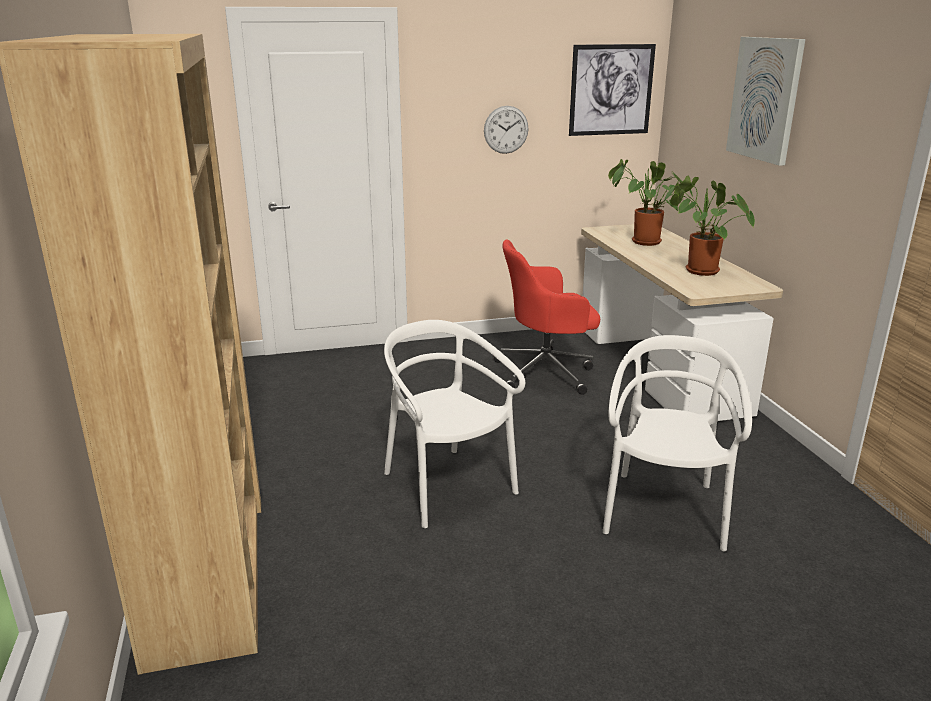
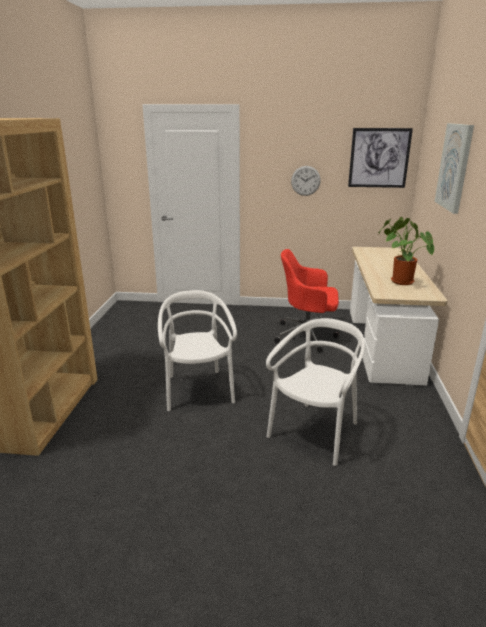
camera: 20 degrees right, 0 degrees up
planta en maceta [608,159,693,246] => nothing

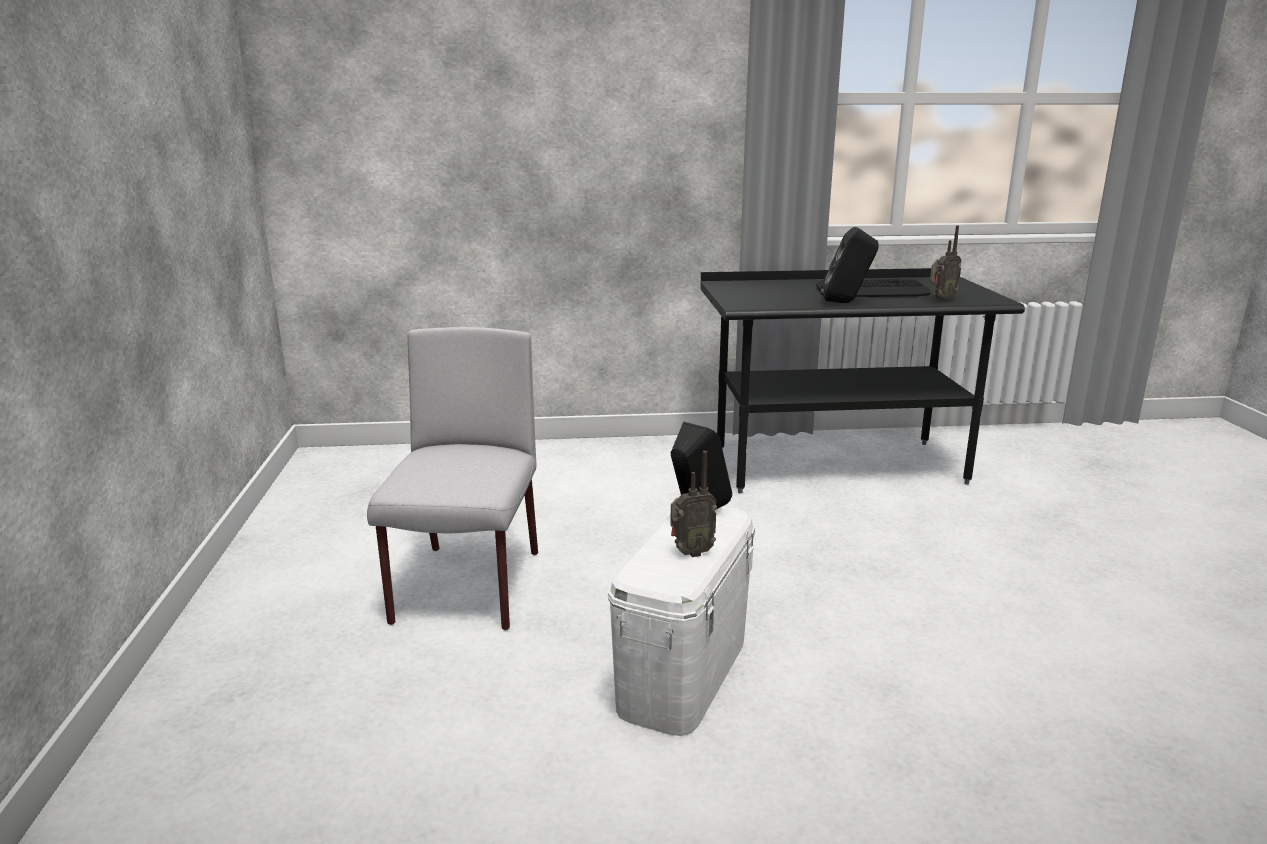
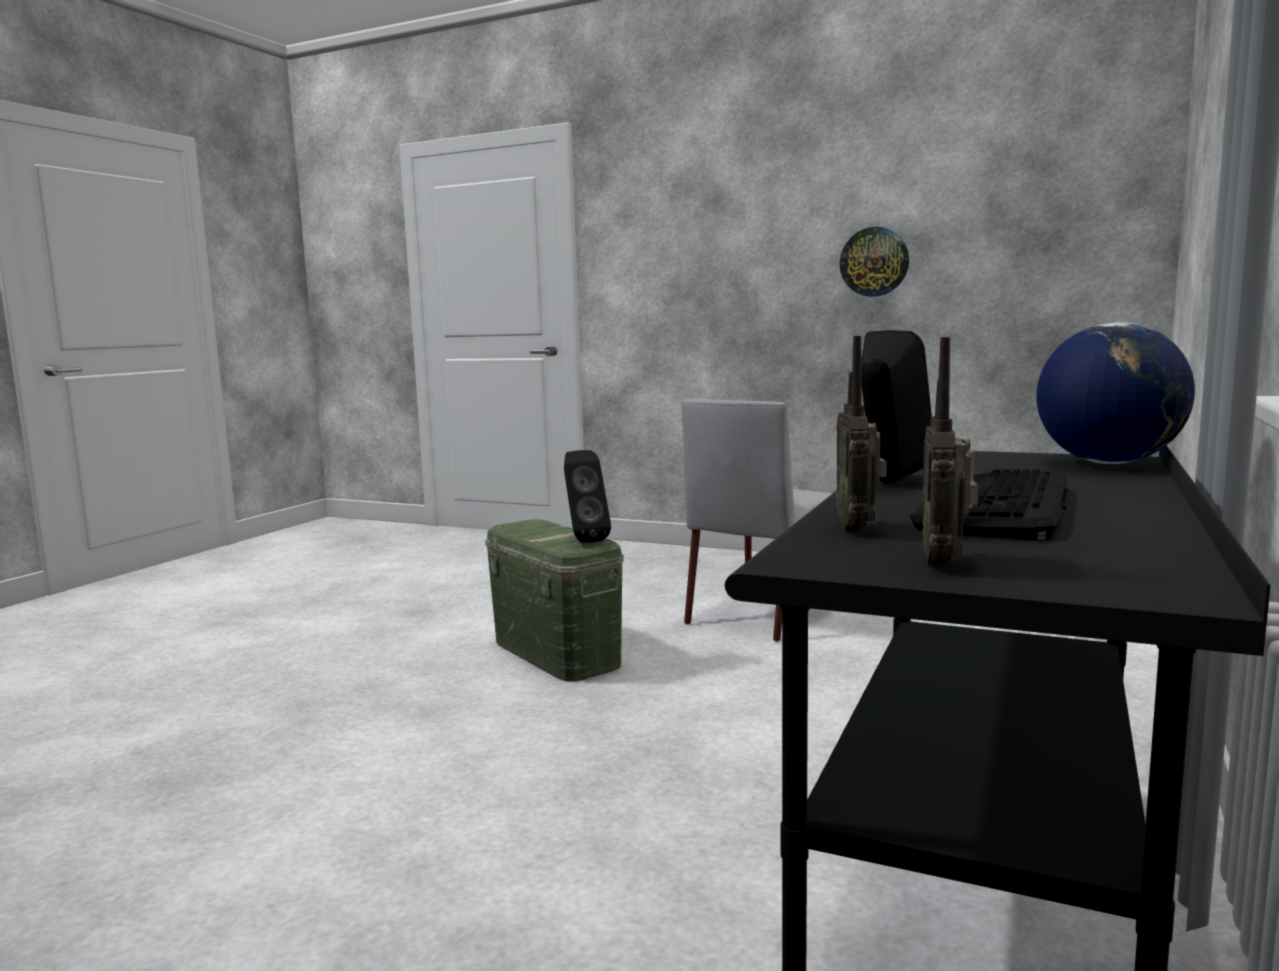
camera: 120 degrees right, 10 degrees down
caja de almacenaje [blanco] [608,506,755,736] => caja de almacenaje [verde] [485,519,624,682]
silla [gris] [367,327,538,630] => silla [gris] [681,399,831,642], 90 degrees clockwise
nothing => reloj de pared [840,227,909,297]
radio [670,451,717,557] => radio [923,337,979,565], move
nothing => globo terráqueo [1036,322,1195,464]

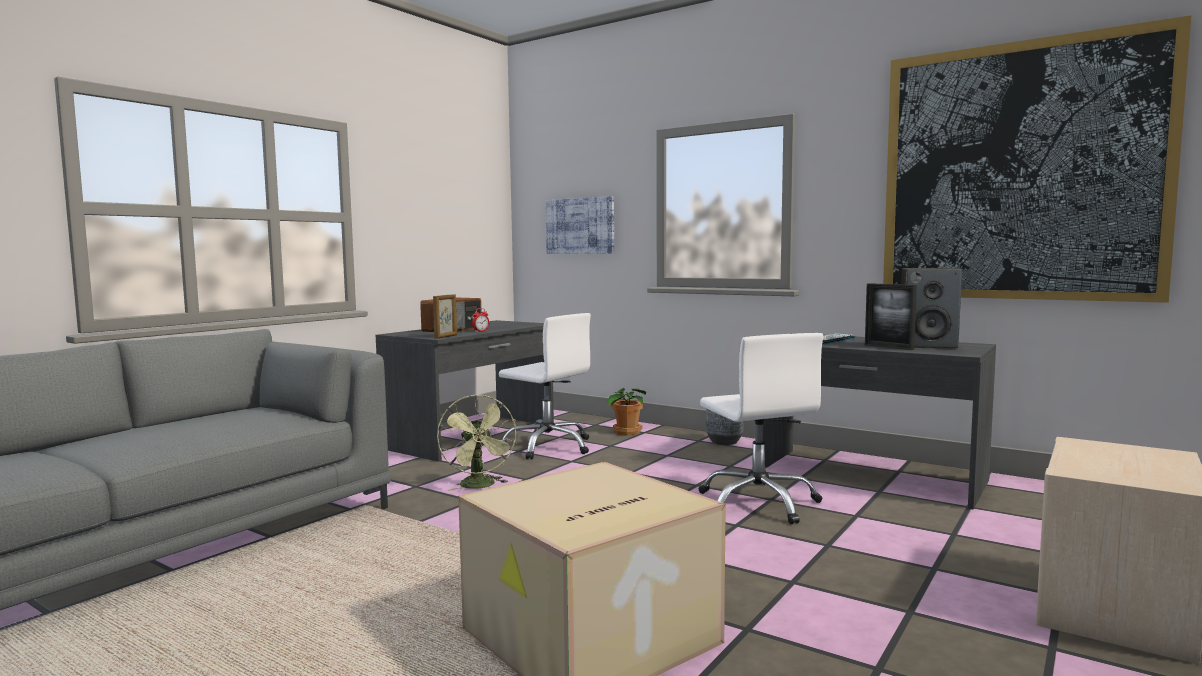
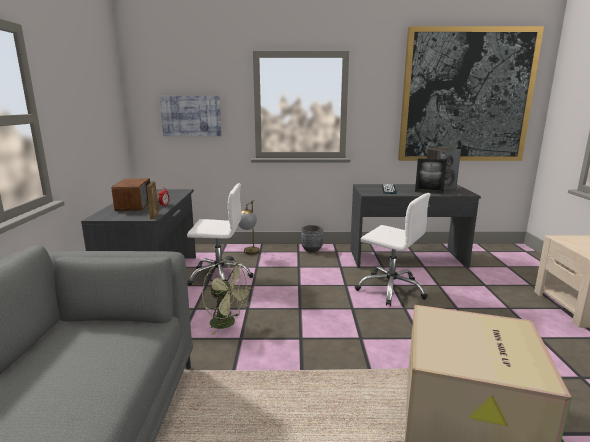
camera: 35 degrees left, 10 degrees up
planta en maceta [607,388,646,435] => lámpara de mesa [238,200,260,255]

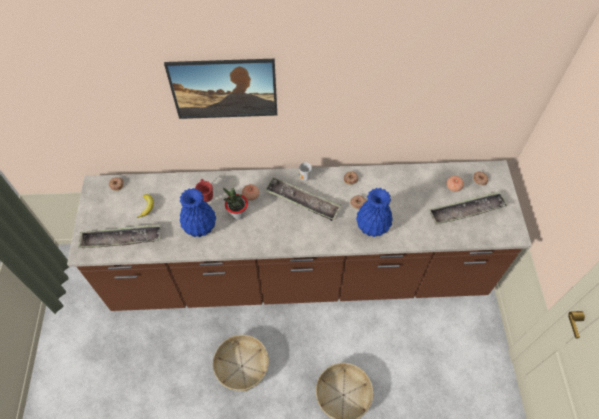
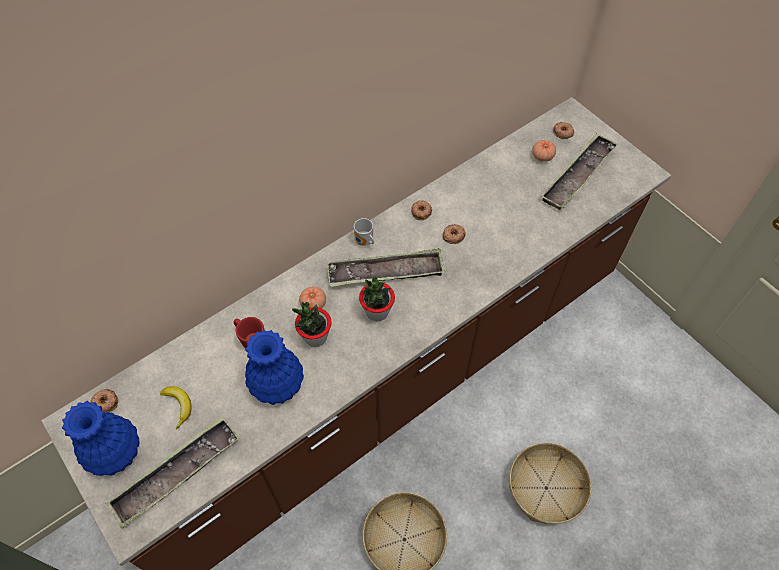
camera: 35 degrees left, 0 degrees up
florero [azul] [356,188,393,237] => florero [azul] [62,401,139,476], move
nothing => planta en maceta [359,276,395,321]
cuadro [164,59,277,119] => nothing

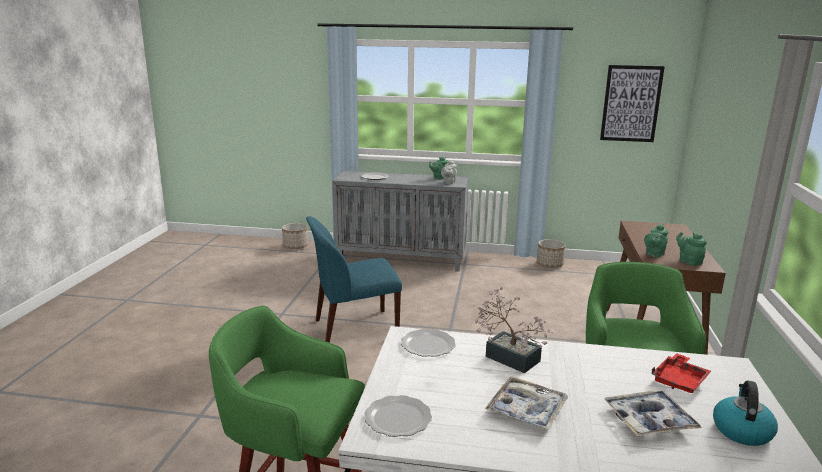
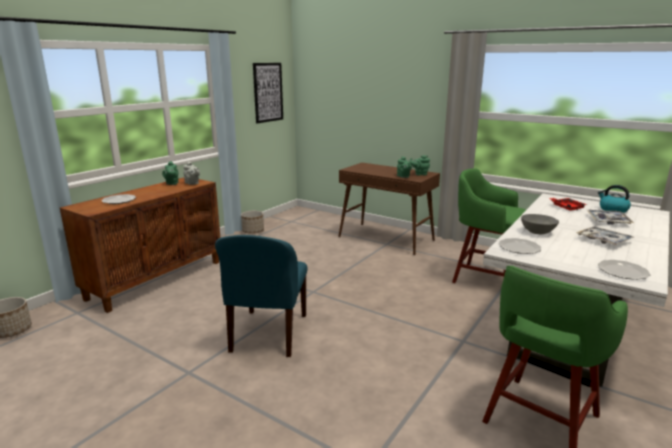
camera: 65 degrees left, 0 degrees up
armario [gris] [332,171,469,272] => armario [marrón] [60,177,220,313]
planta en maceta [473,287,553,373] => cuenco [gris] [521,214,559,234]

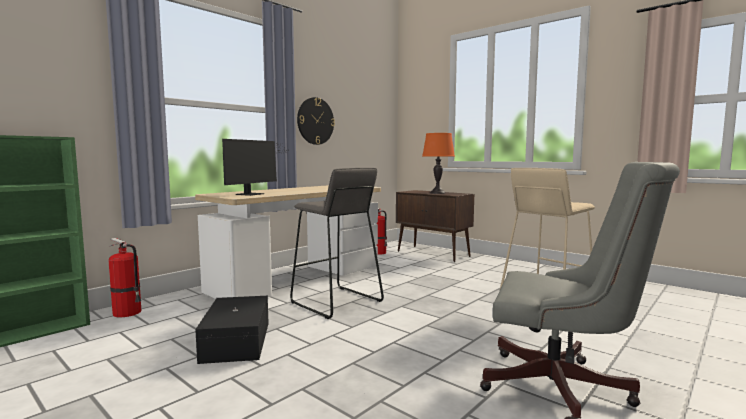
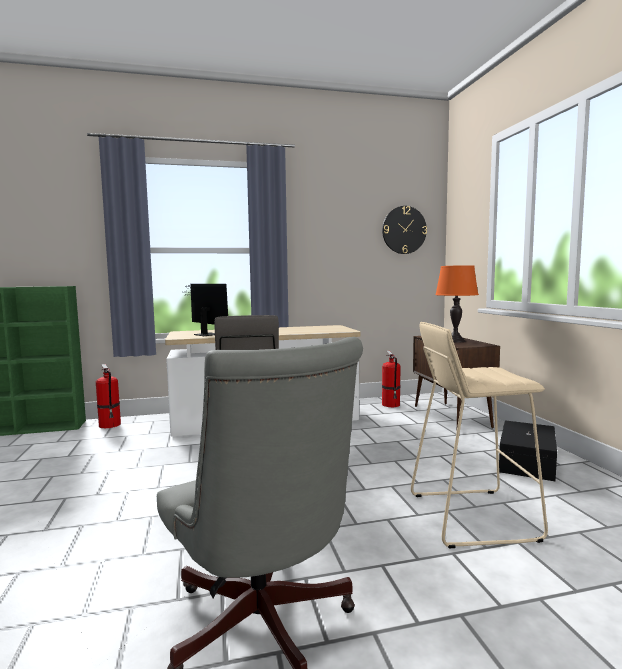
camera: 35 degrees right, 0 degrees up
monitor [222,139,285,196] => monitor [181,284,228,336], 105 degrees counterclockwise
reloj de pared [297,97,335,145] => reloj de pared [382,206,427,254], move
caja de almacenaje [negro] [195,296,269,364] => caja de almacenaje [negro] [499,420,557,481], move

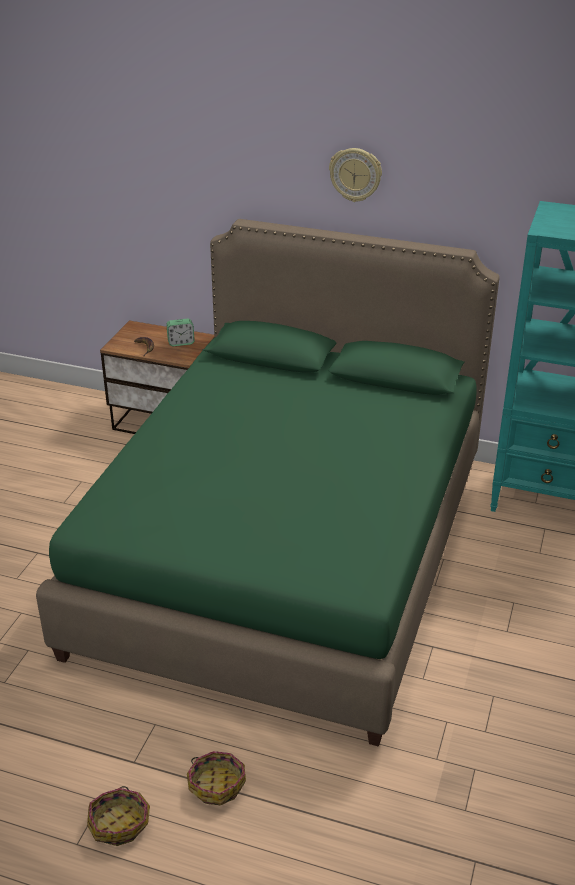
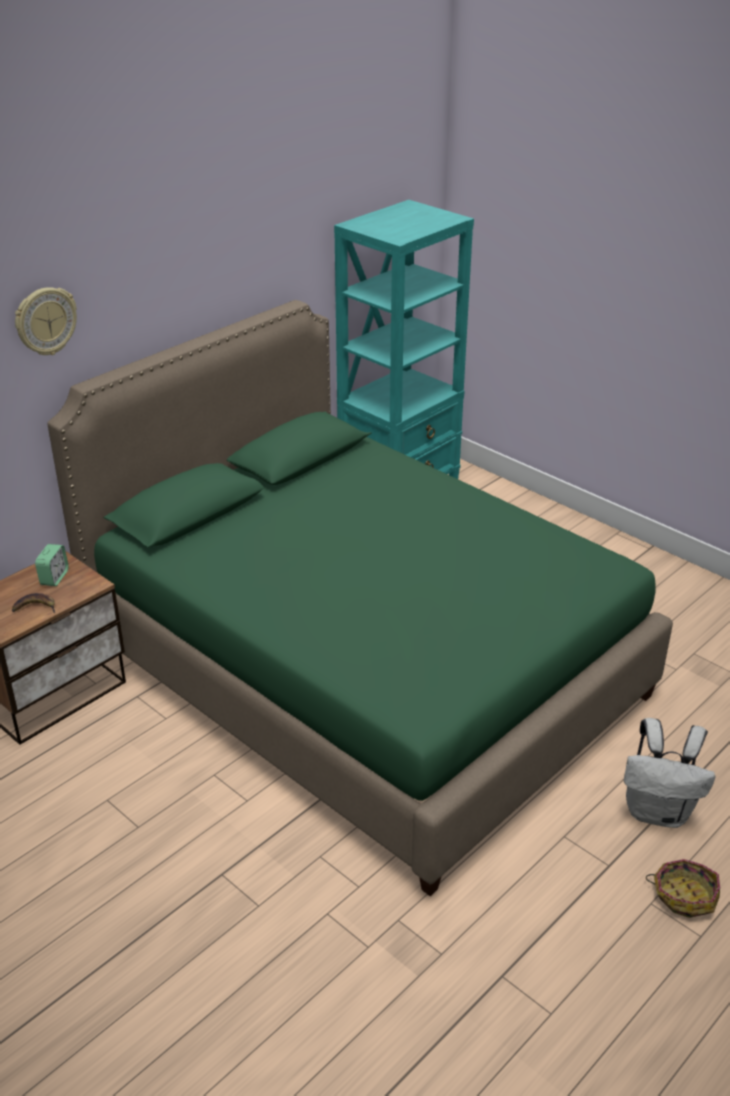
camera: 65 degrees left, 0 degrees up
reloj de pared [329,148,382,202] => reloj de pared [15,287,77,355], move
cesta [187,751,246,805] => mochila [blanco] [624,718,715,828]

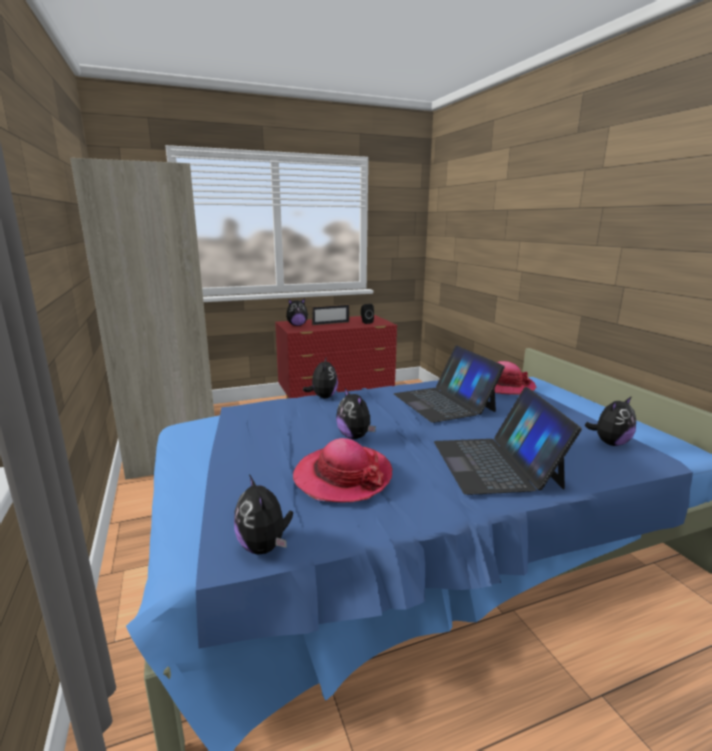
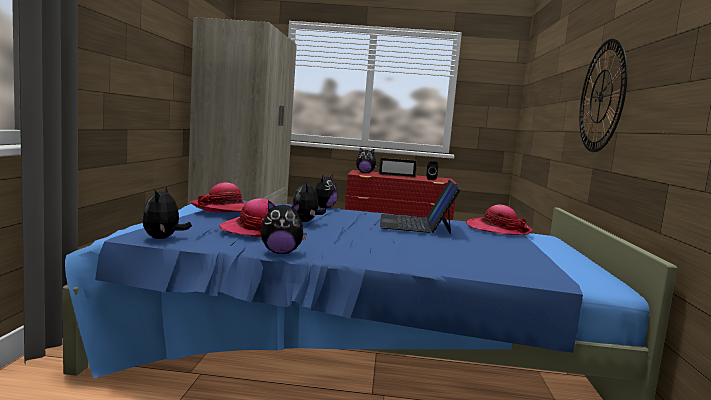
camera: 25 degrees right, 10 degrees down
nothing => sombrero [190,182,246,213]
peluche [585,396,636,446] => peluche [261,200,307,254], move
nothing => reloj de pared [579,39,628,152]
portátil [434,387,582,495] => nothing

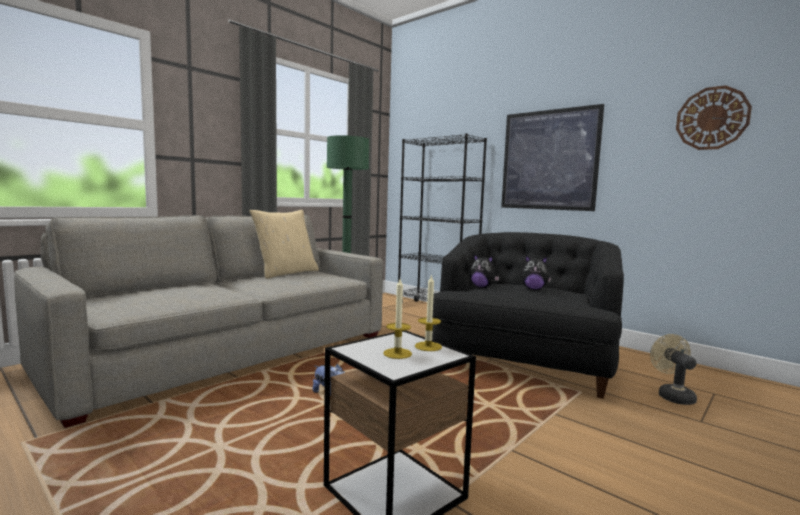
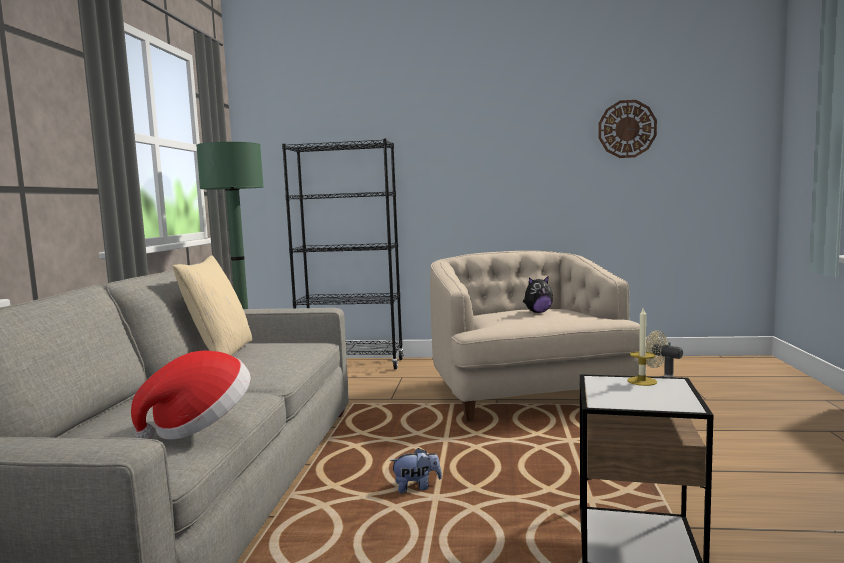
camera: 35 degrees left, 0 degrees up
nothing => sombrero [131,350,251,440]
sillón [negro] [432,232,624,399] => sillón [beis] [430,251,640,422]
vela [383,279,412,359] => nothing
peluche [470,254,500,288] => nothing
cuadro [501,104,604,211] => nothing

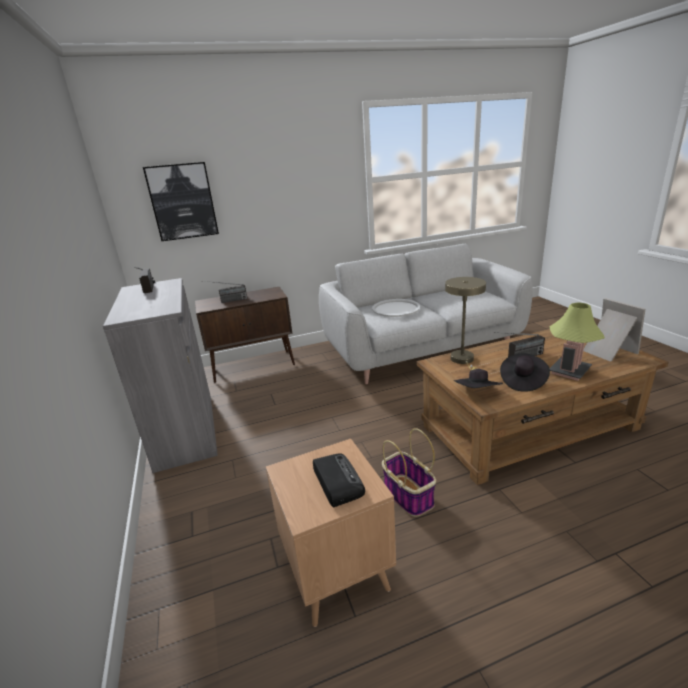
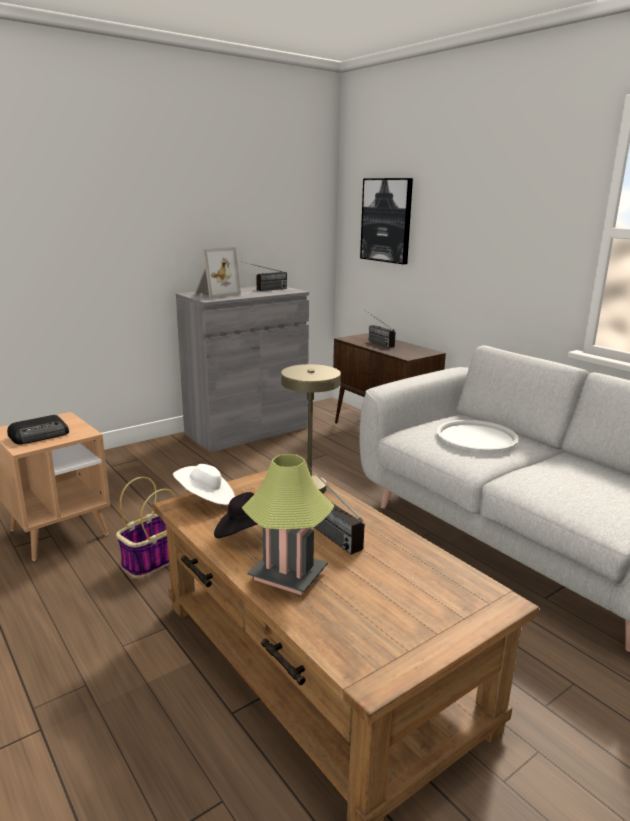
camera: 70 degrees right, 5 degrees down
sombrero [negro] [454,369,503,388] => sombrero [blanco] [173,464,235,505]
portarretratos [583,298,646,362] => portarretratos [195,247,241,298], move

